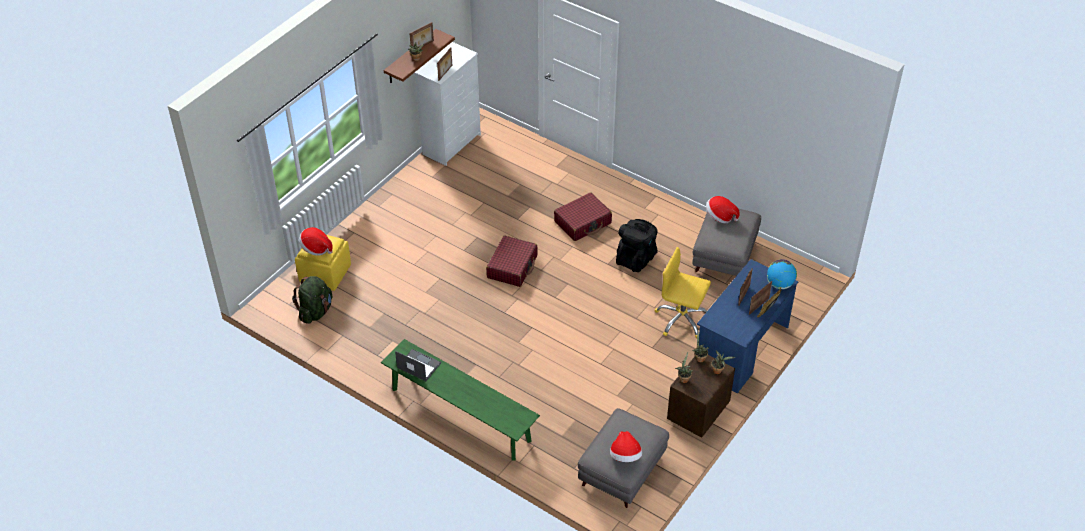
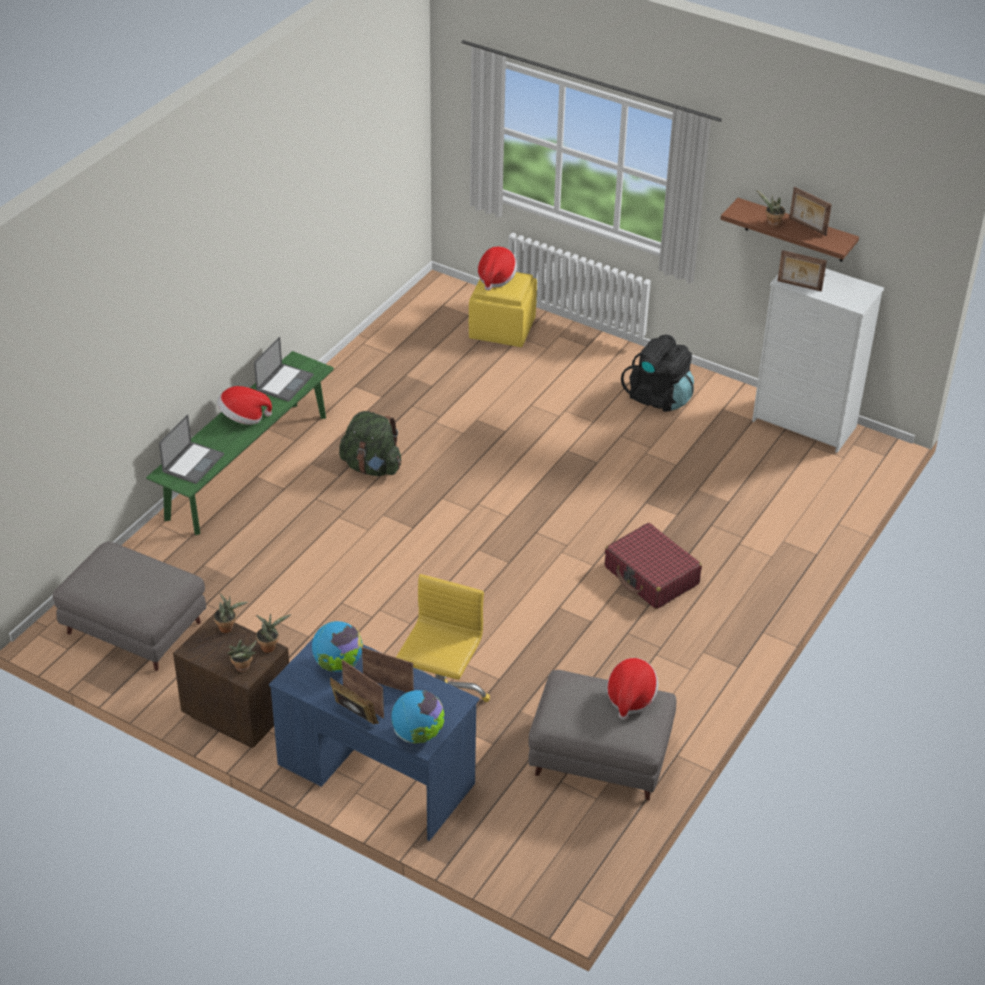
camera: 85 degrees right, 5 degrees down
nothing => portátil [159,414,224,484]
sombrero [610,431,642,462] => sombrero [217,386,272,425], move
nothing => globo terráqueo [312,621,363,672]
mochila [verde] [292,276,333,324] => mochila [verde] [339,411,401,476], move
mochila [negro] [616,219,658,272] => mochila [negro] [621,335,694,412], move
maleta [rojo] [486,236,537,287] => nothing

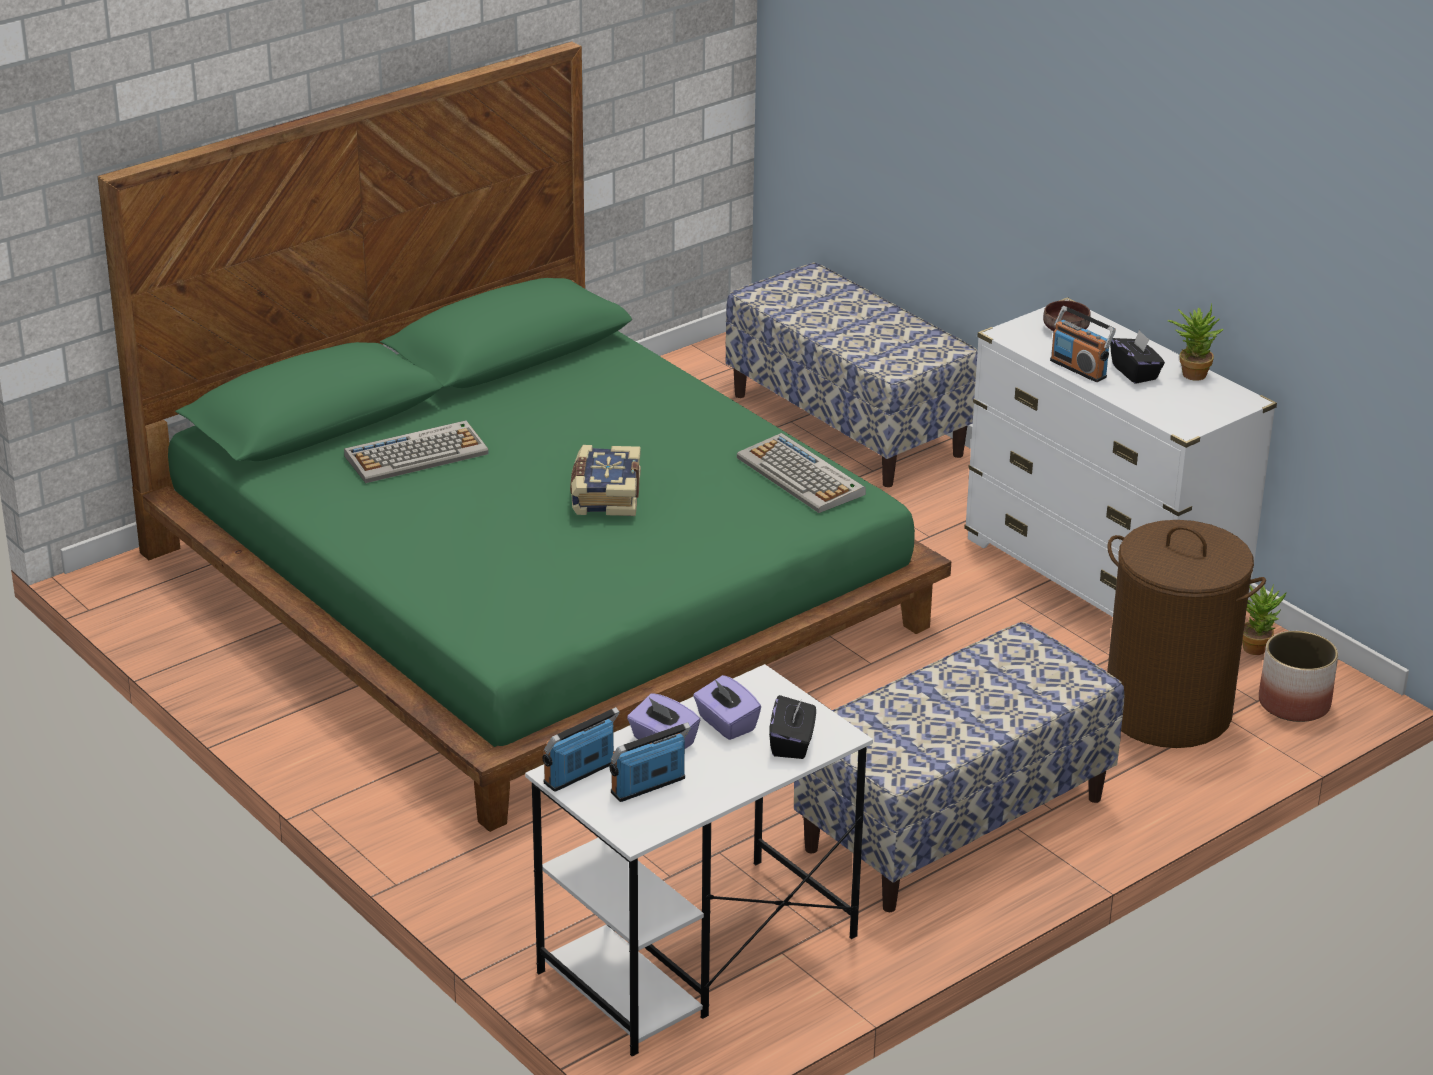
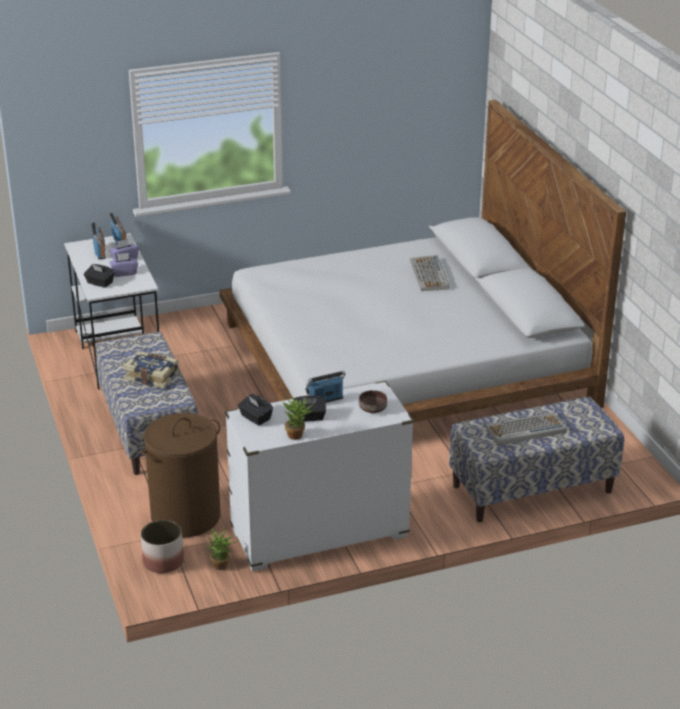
camera: 110 degrees right, 0 degrees up
libro [570,445,641,516] => libro [123,351,179,389], move
cama [verde] [98,41,951,832] => cama [blanco] [220,100,626,422]
nothing => caja de pañuelos [negro] [238,394,273,425]
teclado [737,433,866,513] => teclado [485,412,567,445], move

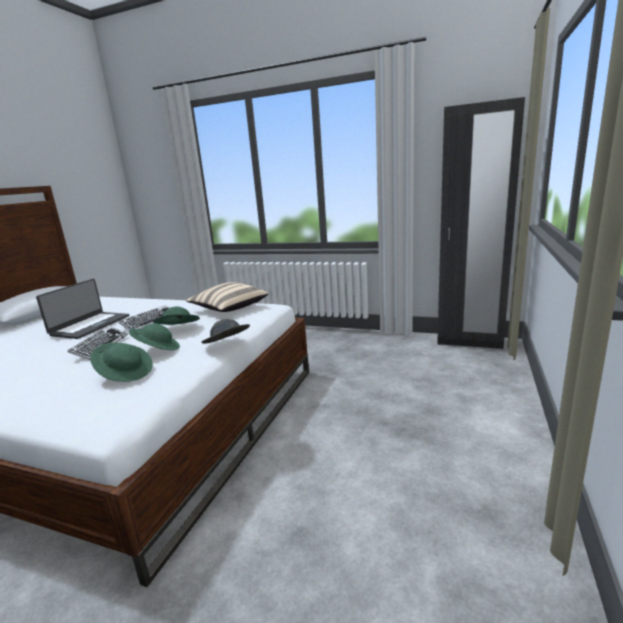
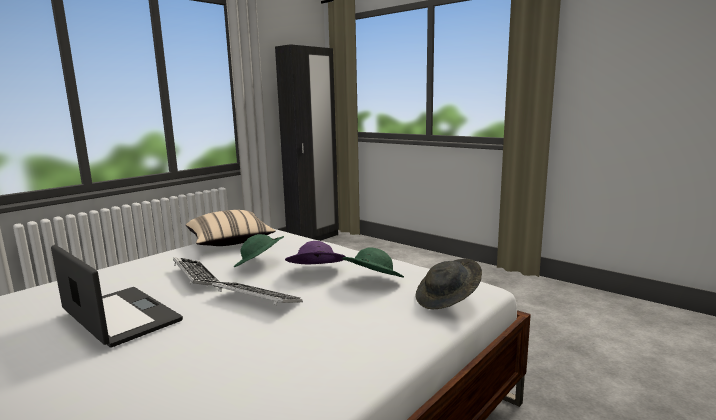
camera: 70 degrees left, 5 degrees down
sombrero [verde] [129,323,180,350] => sombrero [morado] [285,241,346,264]
sombrero [gris] [202,319,250,344] => sombrero [gris] [416,259,482,310], move

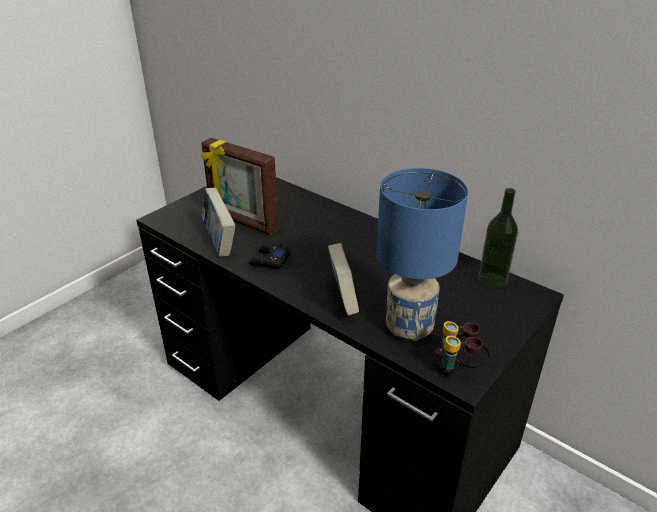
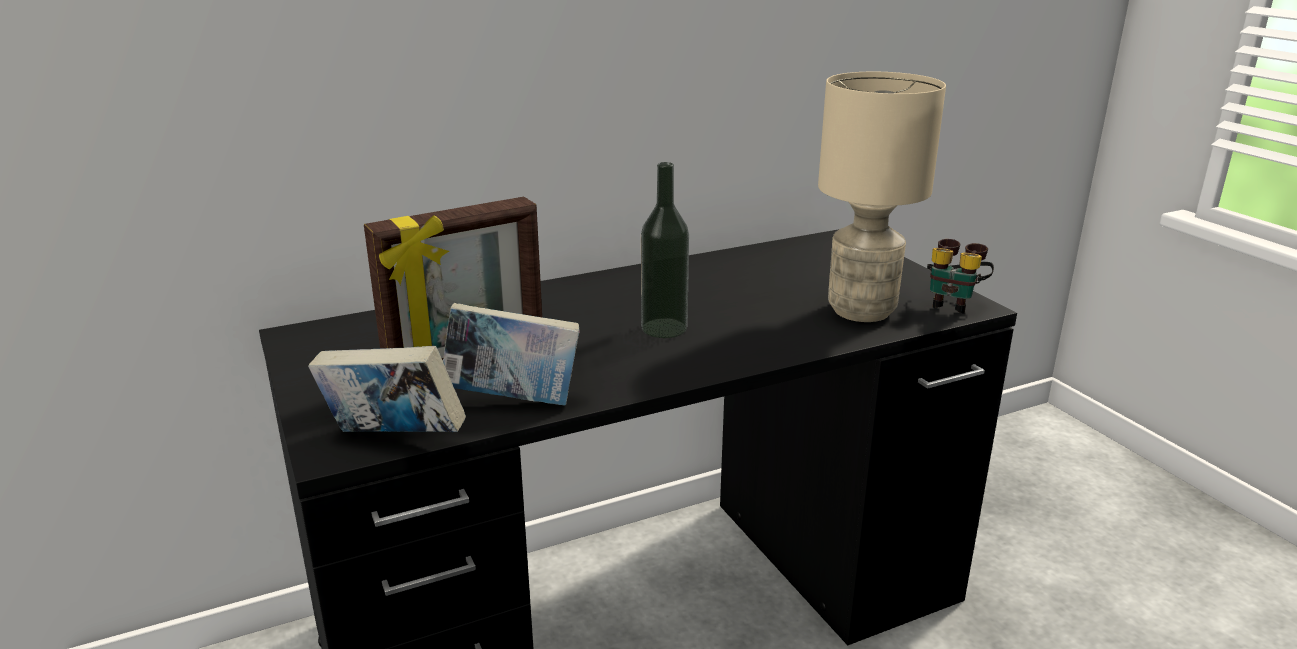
camera: 65 degrees left, 10 degrees down
libro [328,243,359,316] => libro [308,346,466,432], move
botella [478,188,518,289] => botella [641,162,689,338], move
lámpara de mesa [azul] [376,168,468,341] => lámpara de mesa [beis] [818,72,946,322]
mando de consola [negro] [249,243,291,269] => nothing

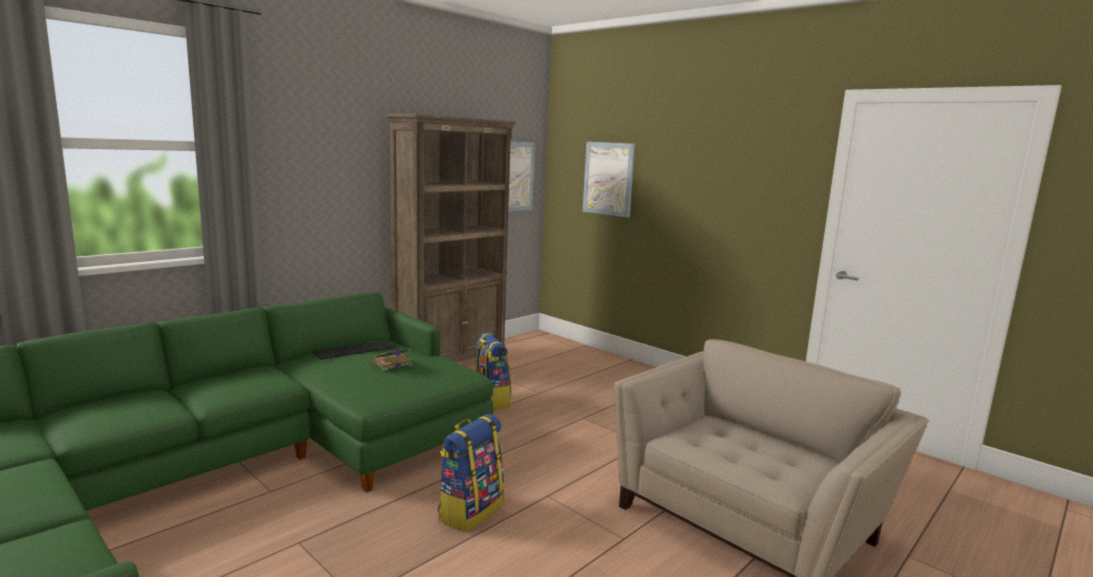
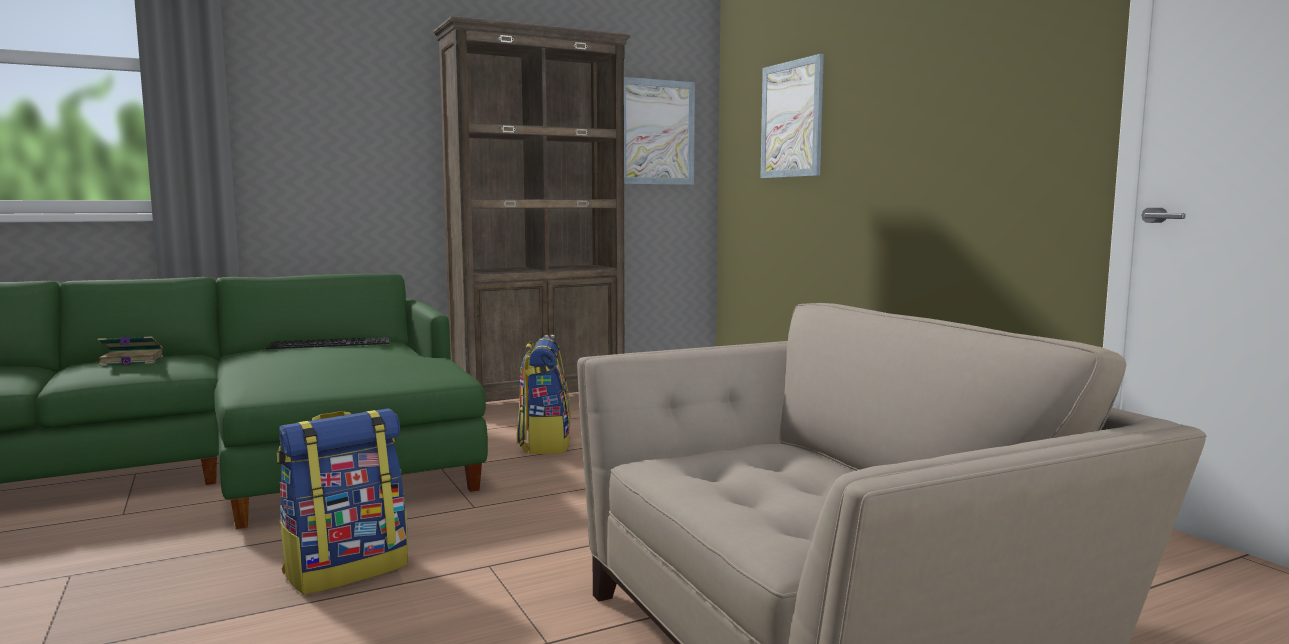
camera: 20 degrees right, 5 degrees down
libro [370,348,413,371] => libro [97,336,163,366], move

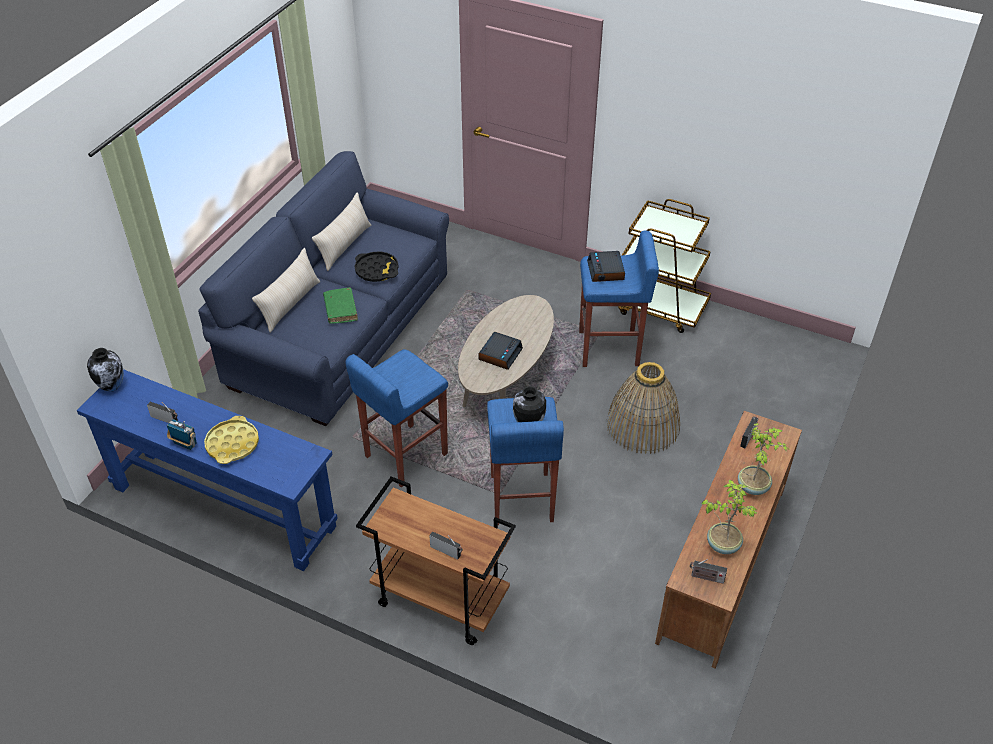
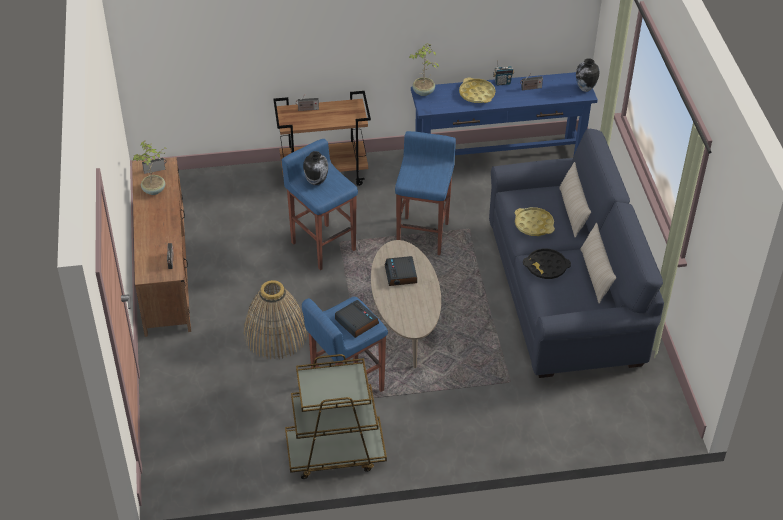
camera: 145 degrees right, 0 degrees up
planta en maceta [738,423,788,495] => planta en maceta [409,43,439,96], move
libro [verde] [323,287,358,324] => bandeja [amarillo] [515,207,555,236]

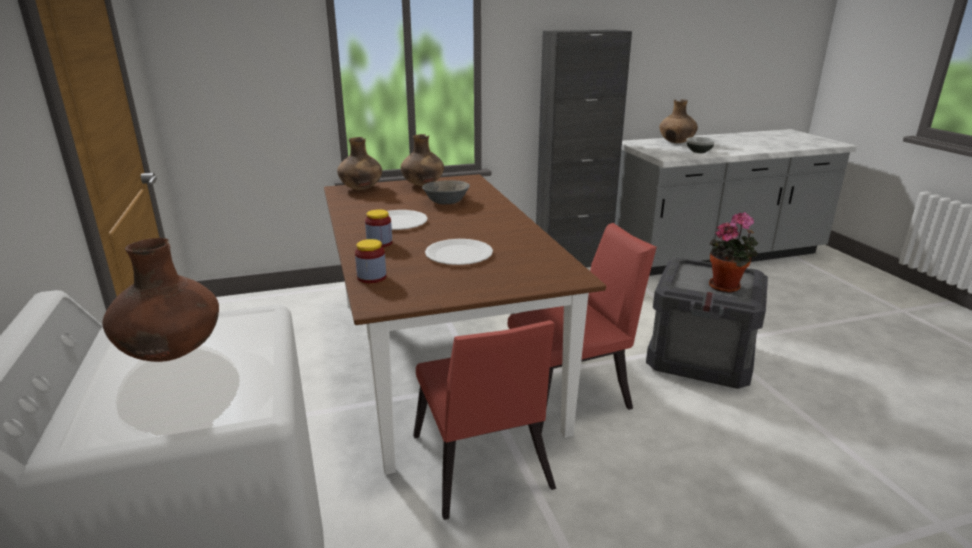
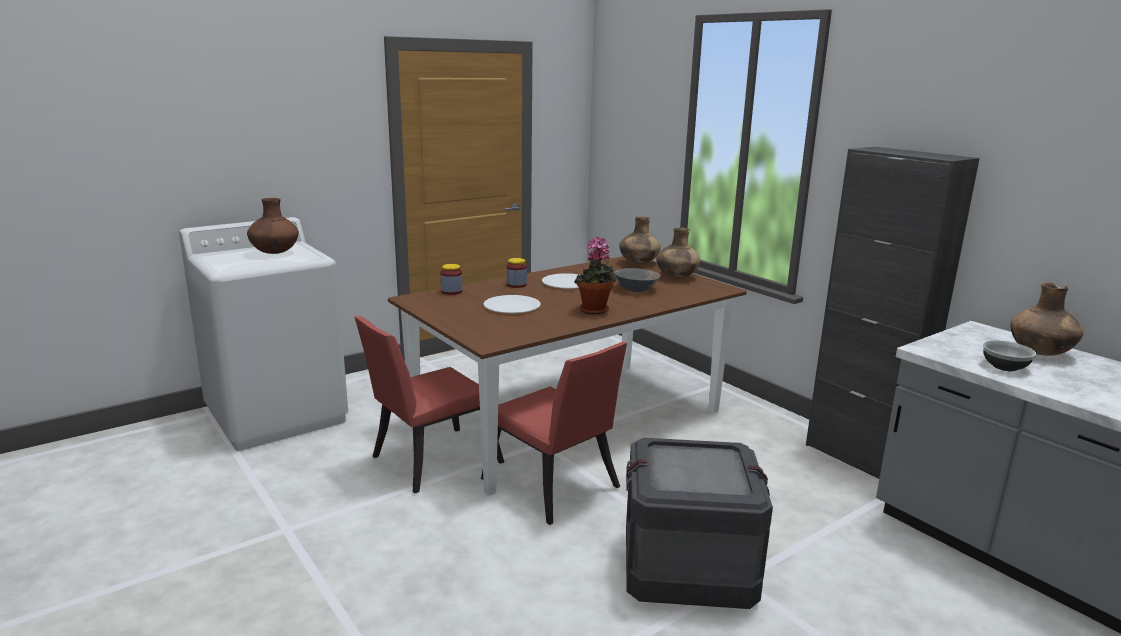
camera: 70 degrees right, 5 degrees down
planta en maceta [709,212,758,293] => planta en maceta [574,236,617,315], move

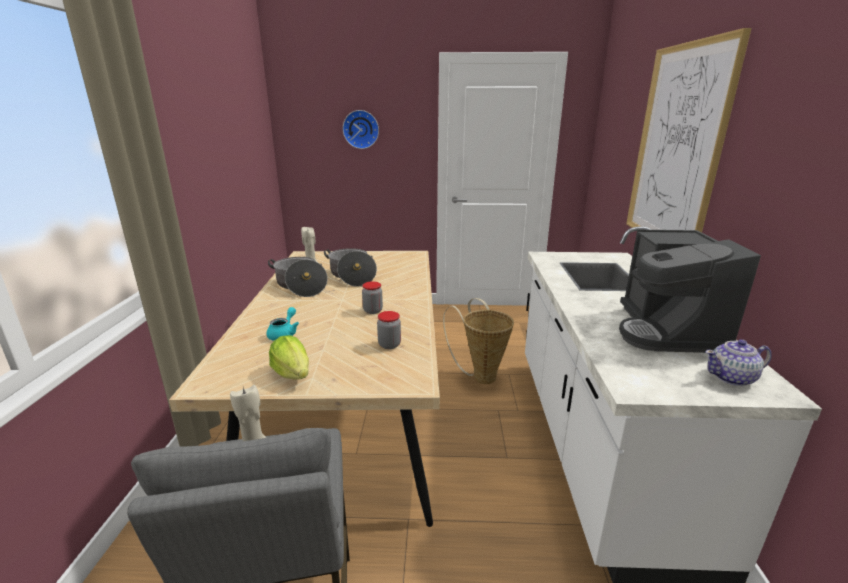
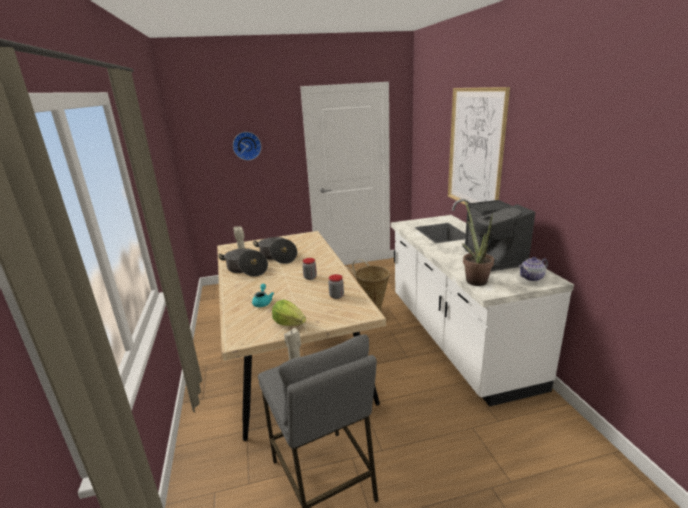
camera: 15 degrees left, 0 degrees up
nothing => planta en maceta [462,200,494,286]

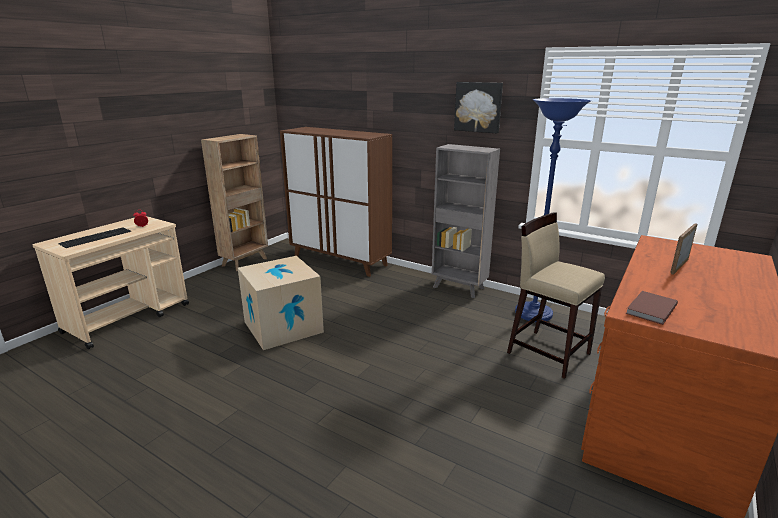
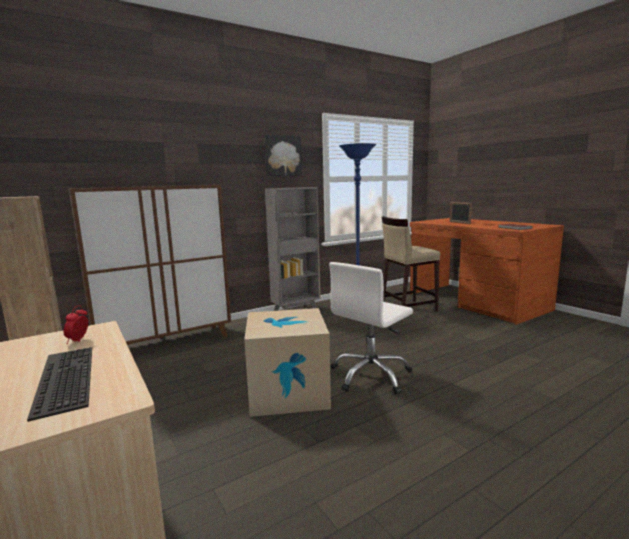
camera: 65 degrees left, 10 degrees down
nothing => silla de oficina [blanco] [329,262,413,394]

